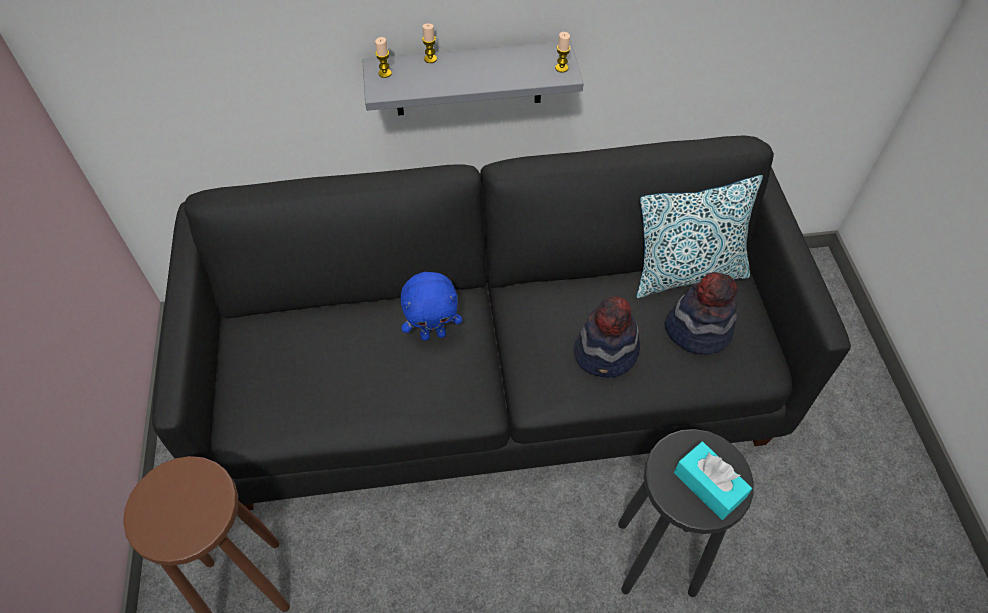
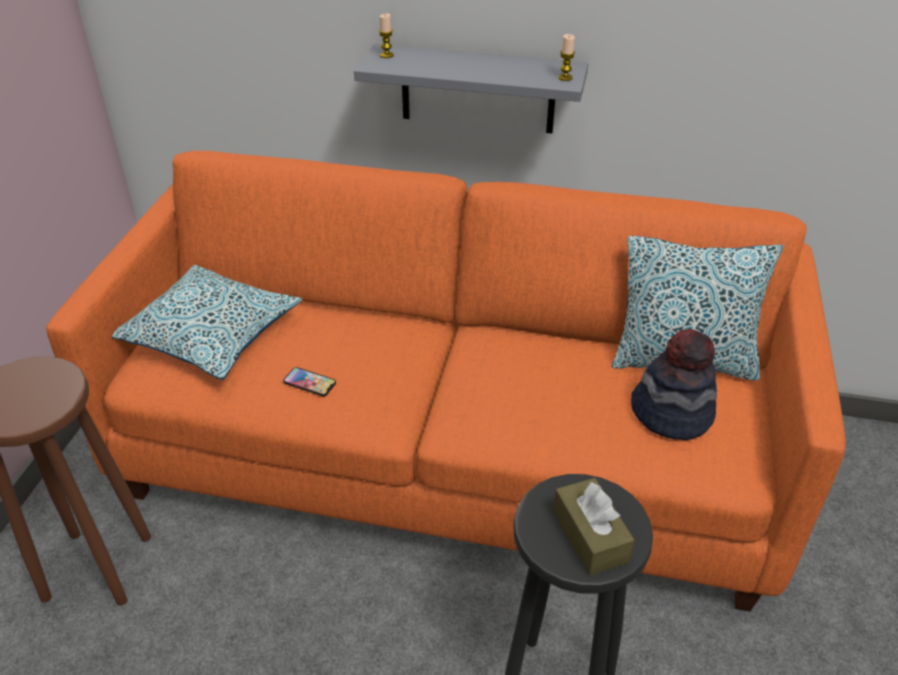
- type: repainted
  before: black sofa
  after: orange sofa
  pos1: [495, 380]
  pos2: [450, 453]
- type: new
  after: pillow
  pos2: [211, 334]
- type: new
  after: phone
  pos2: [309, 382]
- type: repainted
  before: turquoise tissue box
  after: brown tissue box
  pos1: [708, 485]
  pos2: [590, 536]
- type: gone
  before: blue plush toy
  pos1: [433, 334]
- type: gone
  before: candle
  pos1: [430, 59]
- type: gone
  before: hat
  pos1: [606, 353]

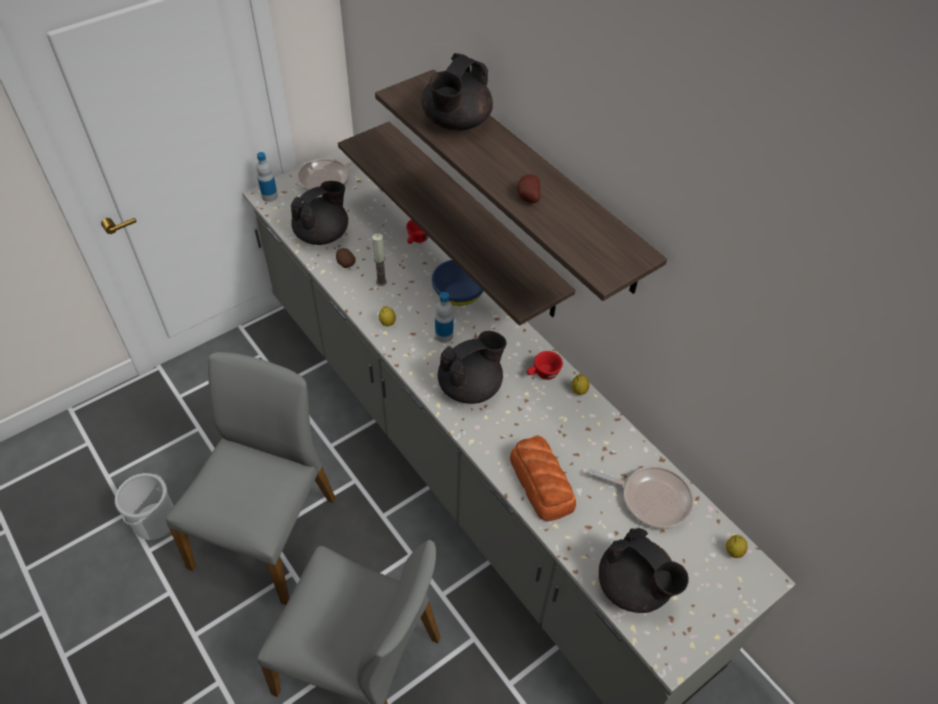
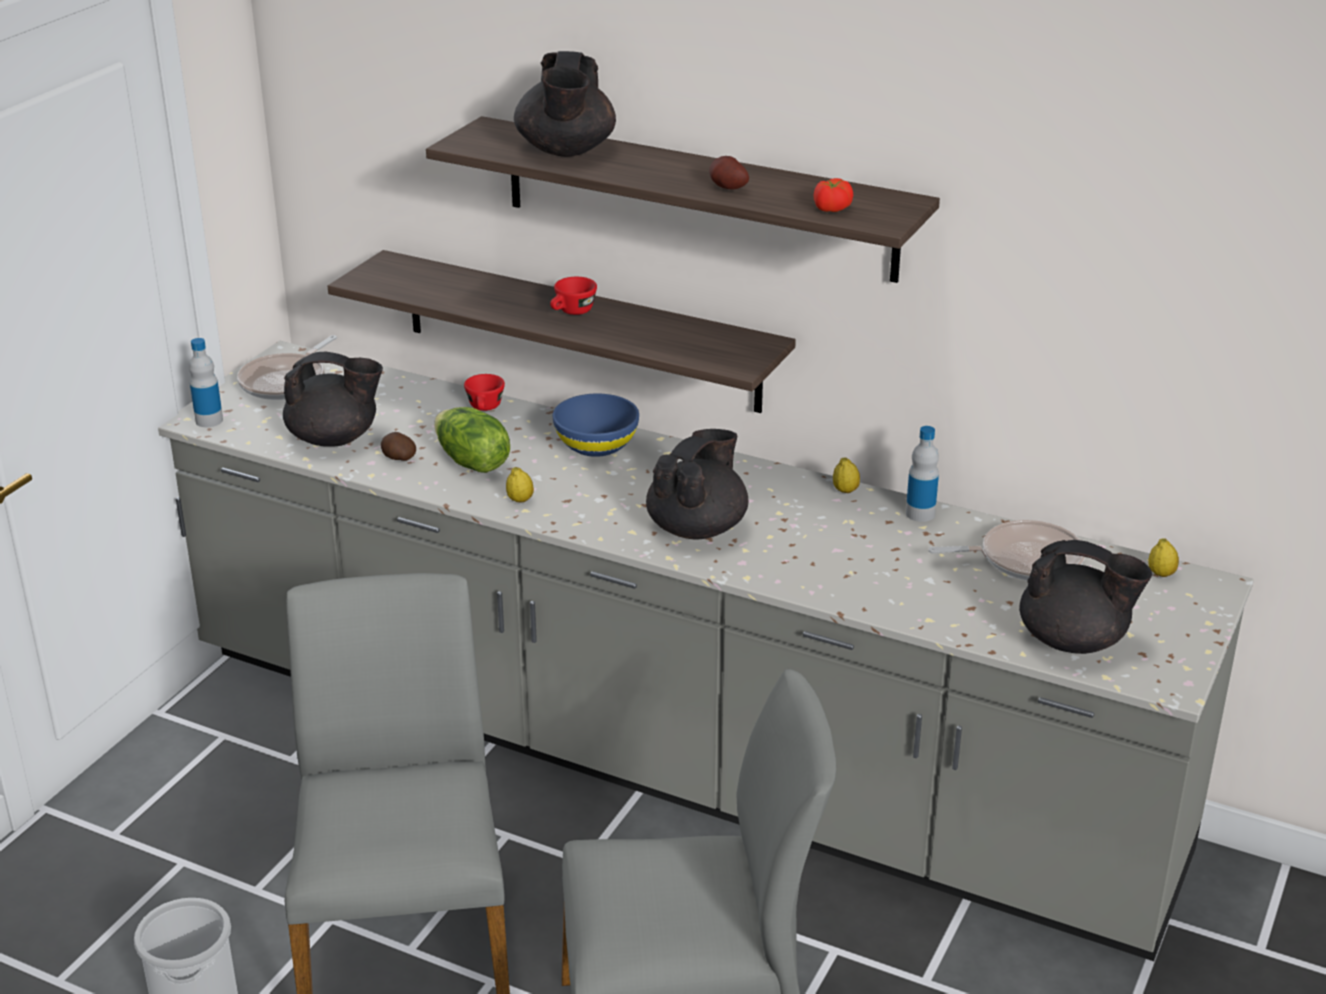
- type: rotated
  before: black teapot
  pos1: [323, 234]
  pos2: [335, 438]
  turn: 75
- type: swapped
  before: candle
  after: lettuce
  pos1: [381, 282]
  pos2: [471, 463]
- type: shifted
  before: red cup
  pos1: [543, 374]
  pos2: [572, 312]
- type: new
  after: tomato
  pos2: [831, 208]
- type: shifted
  before: bottle
  pos1: [444, 335]
  pos2: [920, 514]
- type: gone
  before: bread
  pos1: [542, 483]

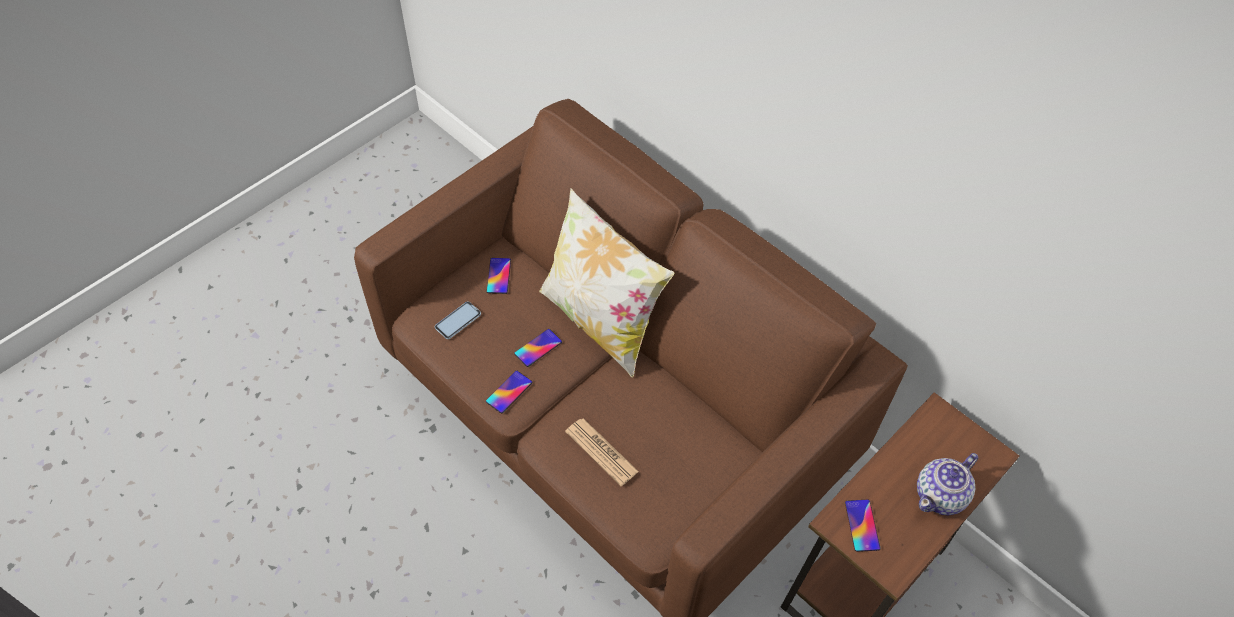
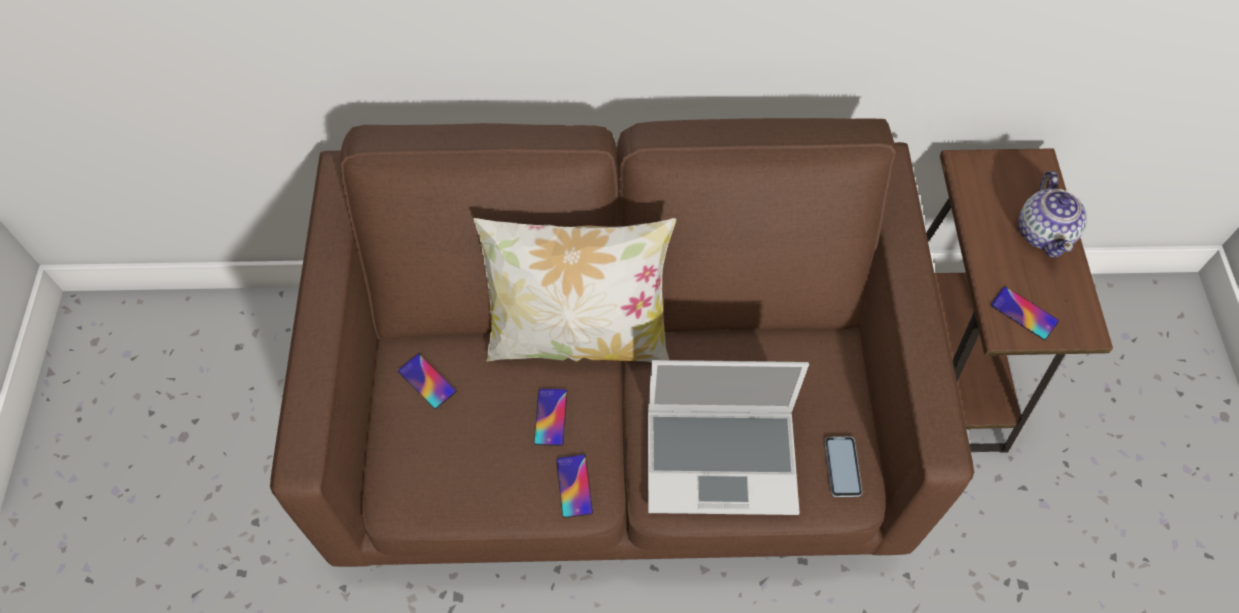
- type: swapped
  before: newspaper
  after: laptop
  pos1: [601, 452]
  pos2: [723, 459]
- type: shifted
  before: phone
  pos1: [458, 321]
  pos2: [842, 467]

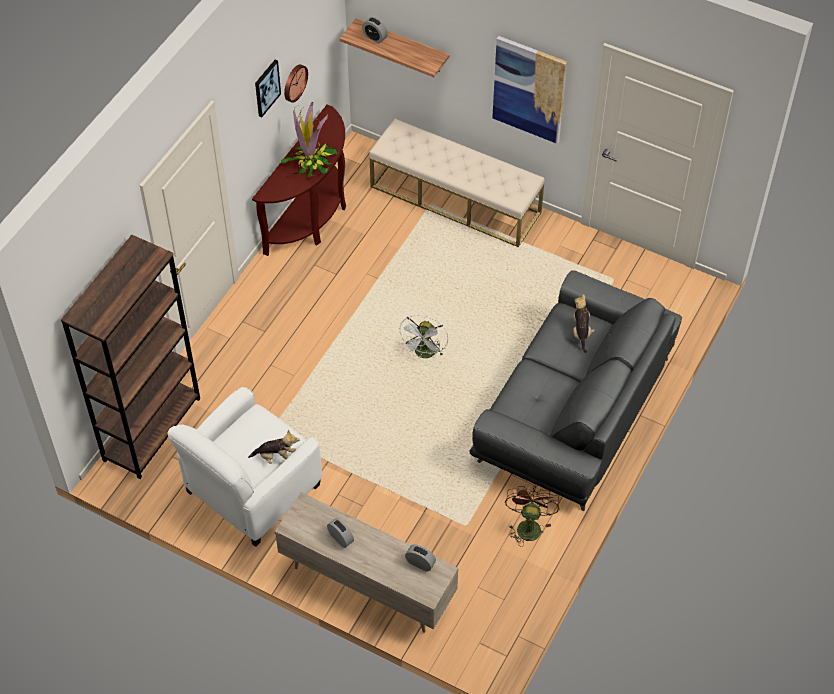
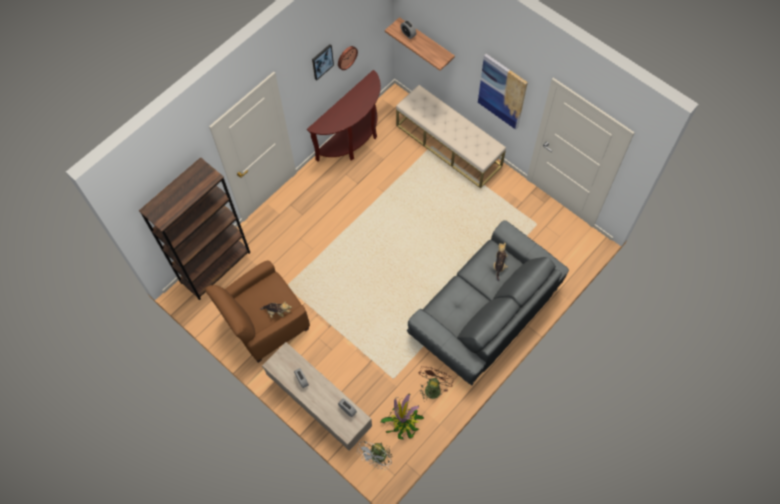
- type: repainted
  before: white armchair
  after: brown armchair
  pos1: [251, 489]
  pos2: [265, 322]
- type: shifted
  before: white fan
  pos1: [425, 354]
  pos2: [377, 458]
- type: shifted
  before: potted plant
  pos1: [311, 162]
  pos2: [403, 422]

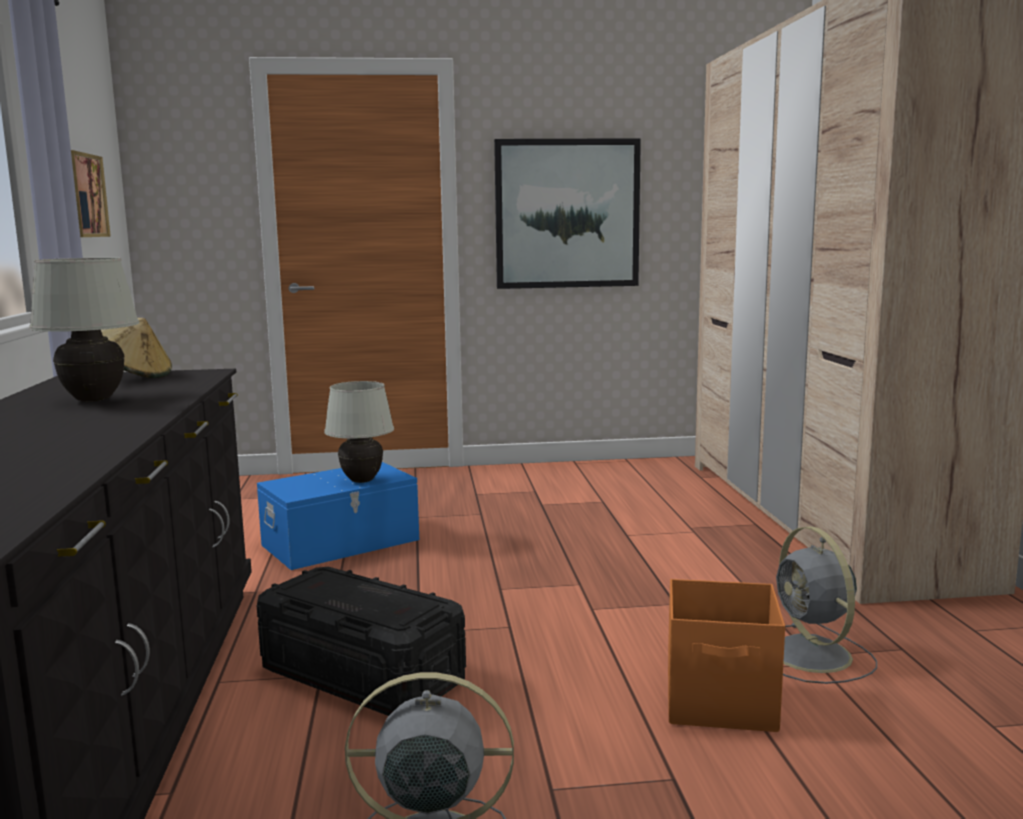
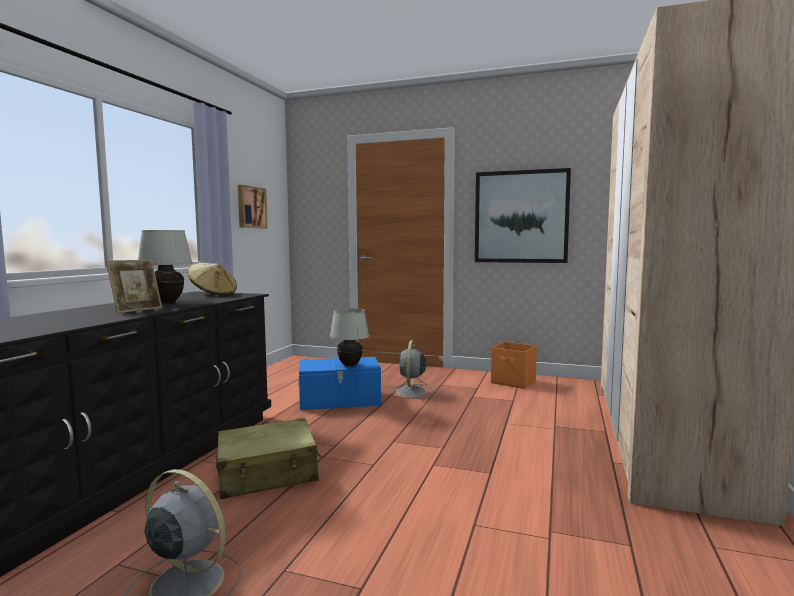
- type: new
  after: picture frame
  pos2: [136, 310]
- type: swapped
  before: black storage box
  after: beige suitcase
  pos1: [362, 675]
  pos2: [268, 473]
- type: shifted
  before: grey fan
  pos1: [813, 656]
  pos2: [411, 392]
- type: shifted
  before: orange storage box
  pos1: [722, 703]
  pos2: [513, 382]

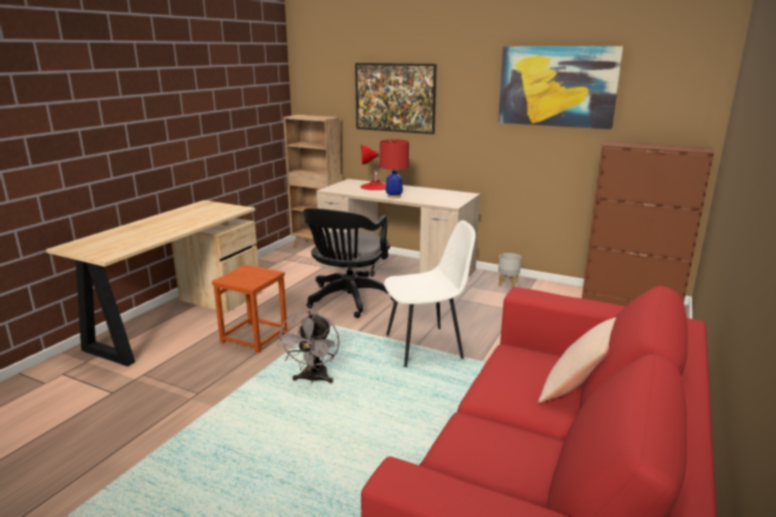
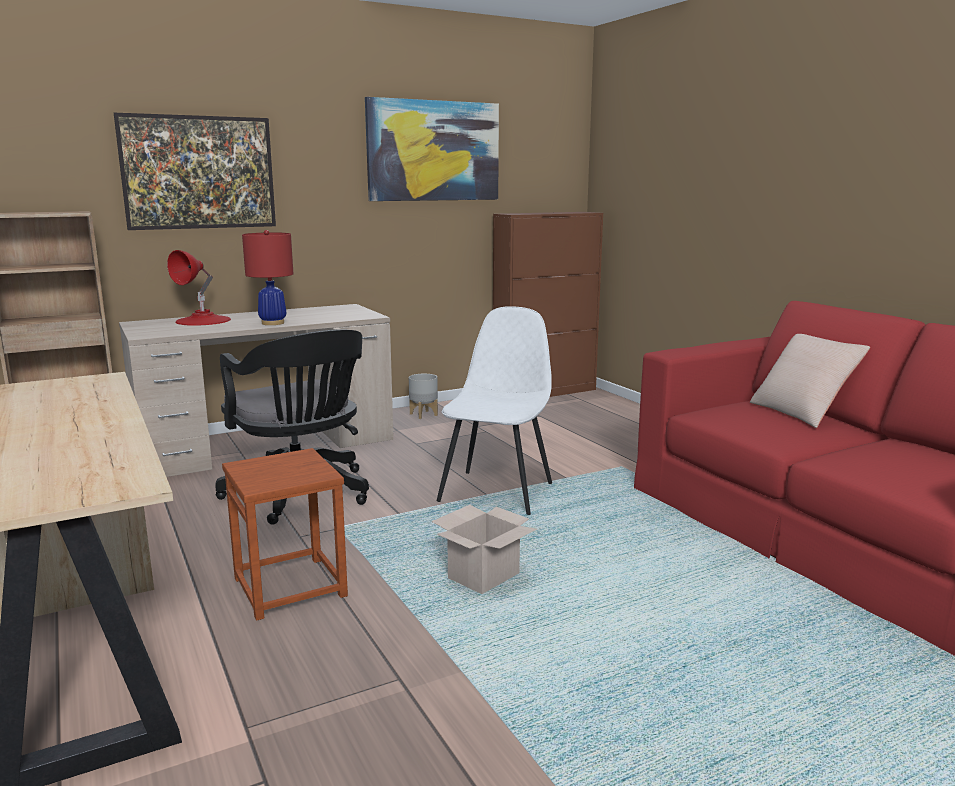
- type: swapped
  before: grey fan
  after: cardboard box
  pos1: [313, 379]
  pos2: [484, 575]

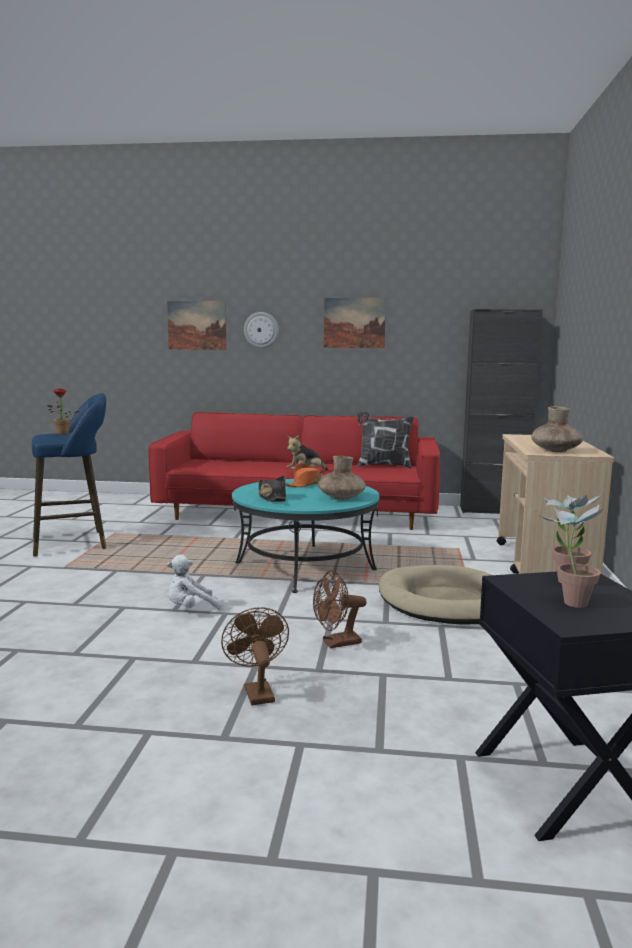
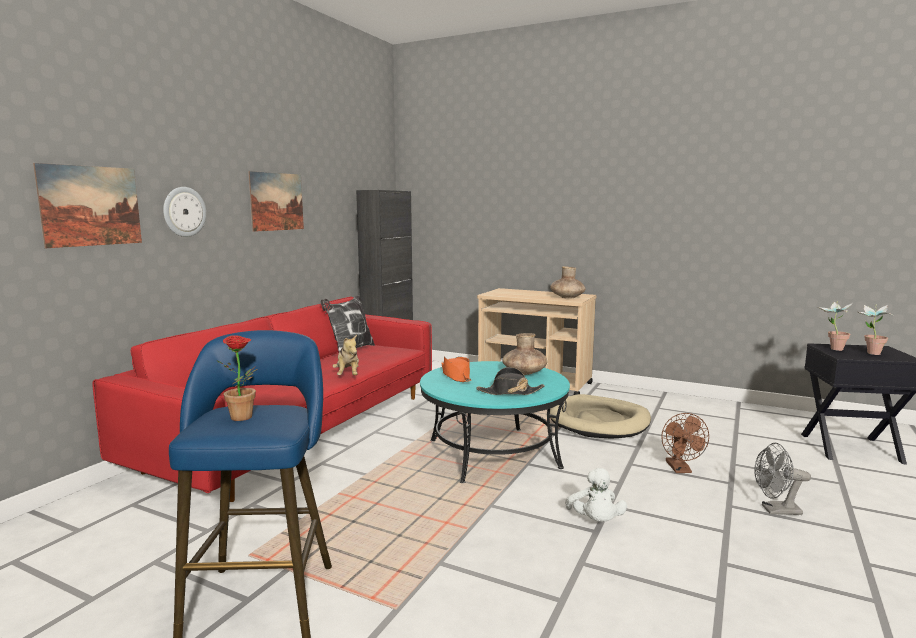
- type: repainted
  before: brown fan
  after: grey fan
  pos1: [256, 691]
  pos2: [776, 510]

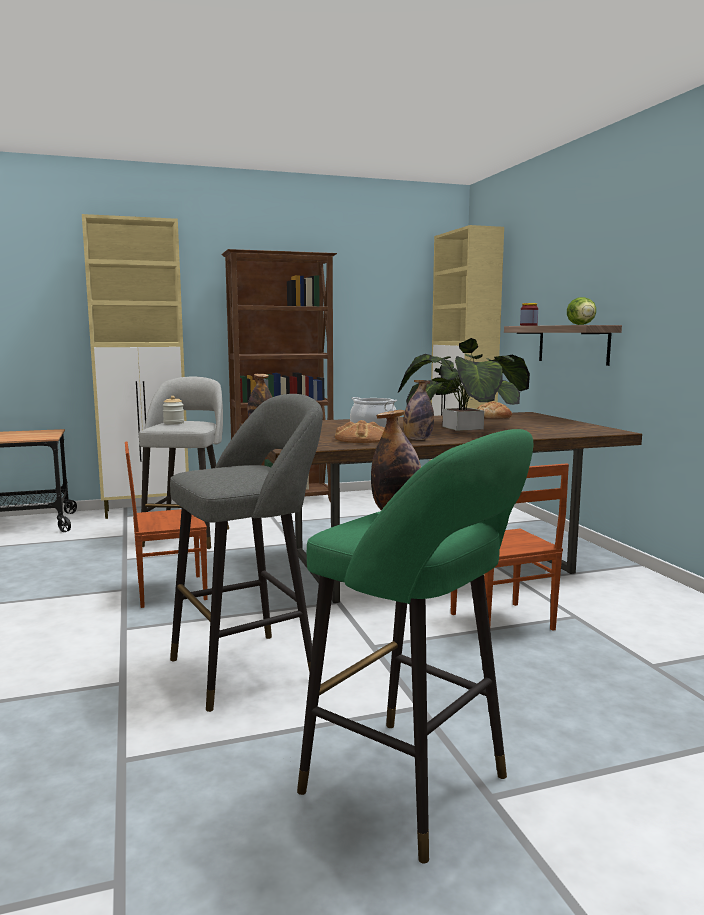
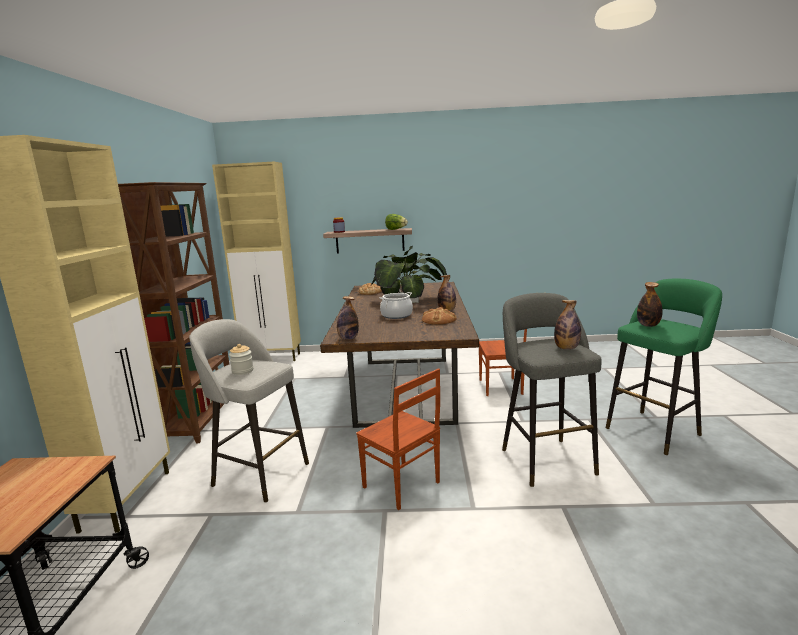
- type: rotated
  before: brown chair
  pos1: [170, 590]
  pos2: [401, 486]
  turn: -45
- type: new
  after: bottle
  pos2: [566, 348]

